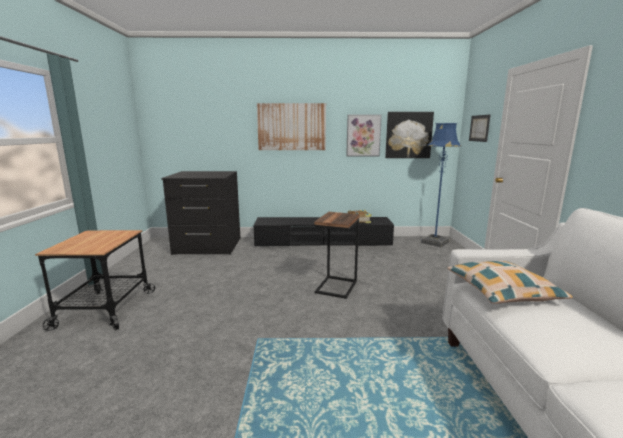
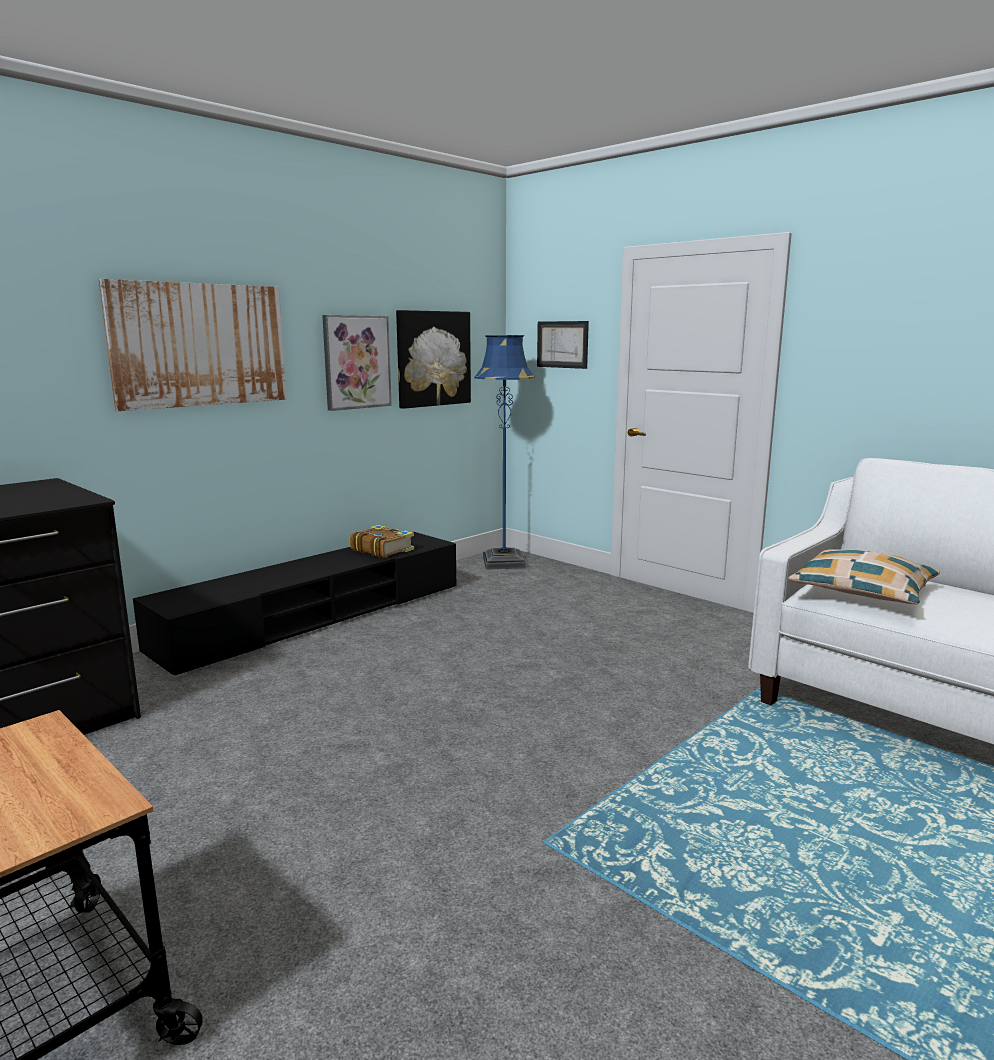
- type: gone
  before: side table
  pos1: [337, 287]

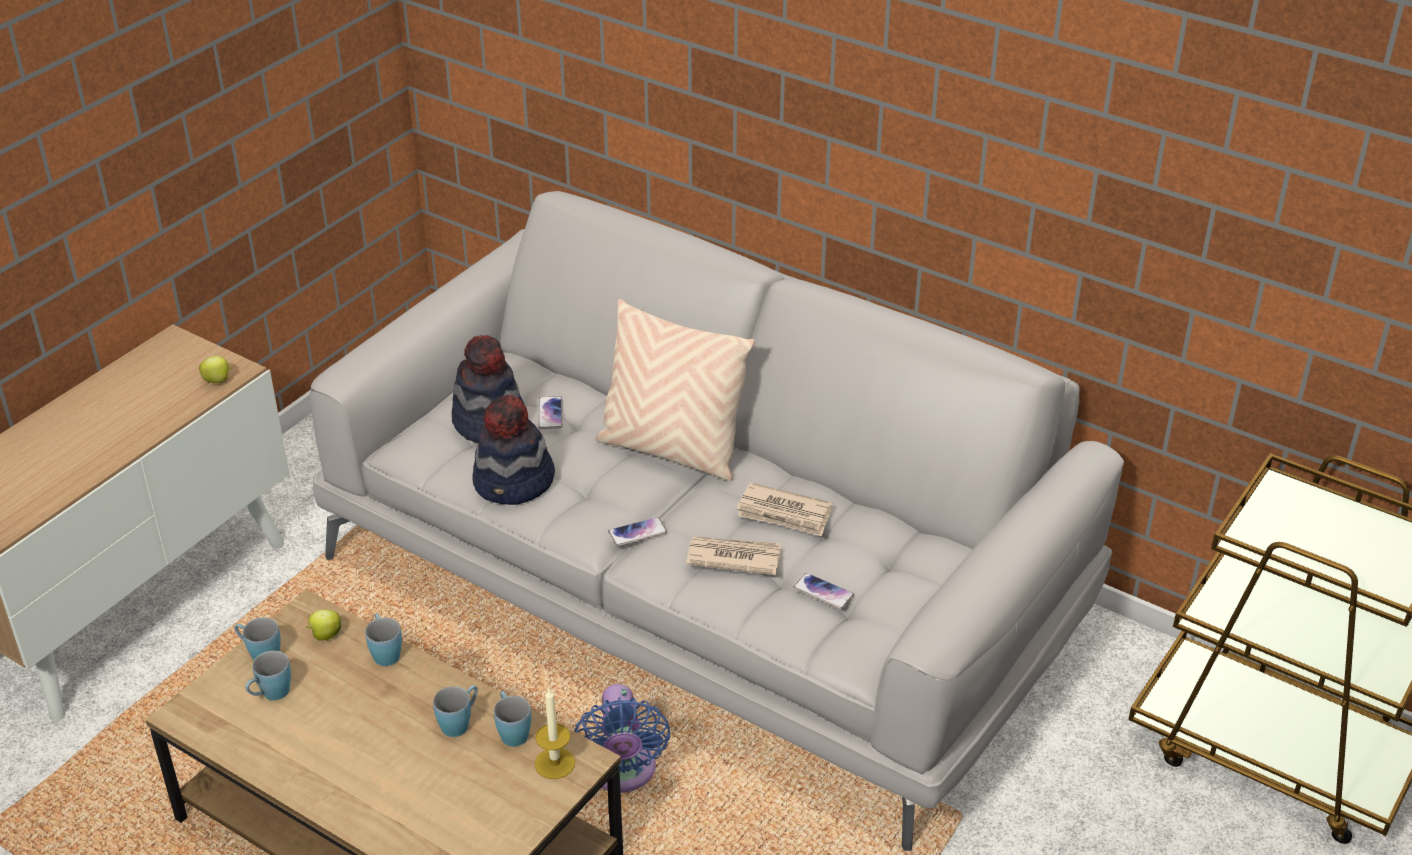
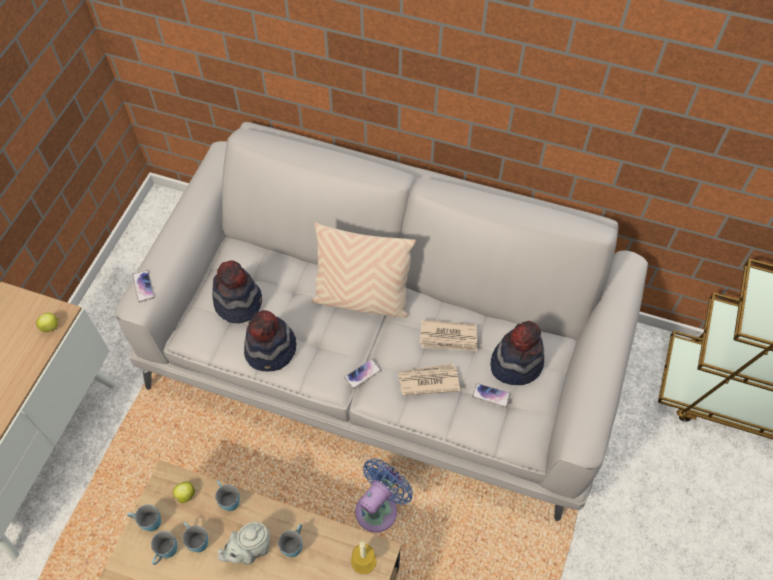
- type: shifted
  before: phone
  pos1: [550, 413]
  pos2: [143, 286]
- type: shifted
  before: blue mug
  pos1: [512, 731]
  pos2: [196, 540]
- type: new
  after: grey teapot
  pos2: [250, 550]
- type: rotated
  before: blue fan
  pos1: [621, 774]
  pos2: [379, 507]
  turn: -120
- type: new
  after: hat
  pos2: [515, 363]

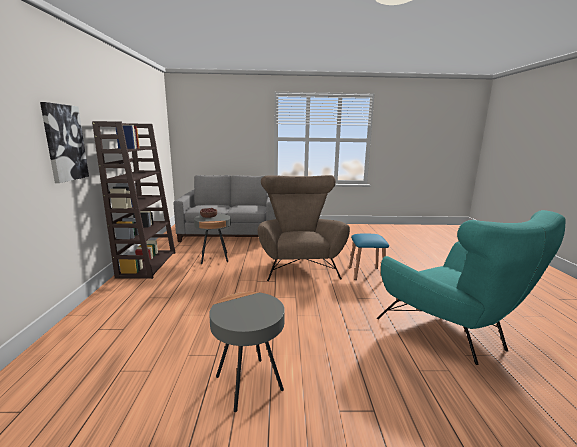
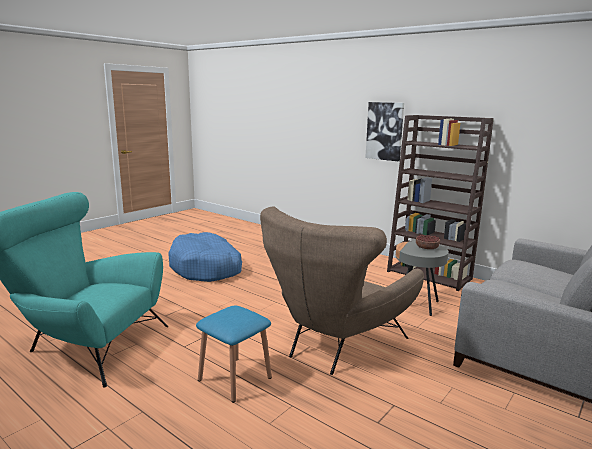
- type: swapped
  before: grey side table
  after: blue dog bed
  pos1: [249, 383]
  pos2: [206, 268]
- type: rotated
  before: brown armchair
  pos1: [299, 264]
  pos2: [334, 346]
  turn: 90

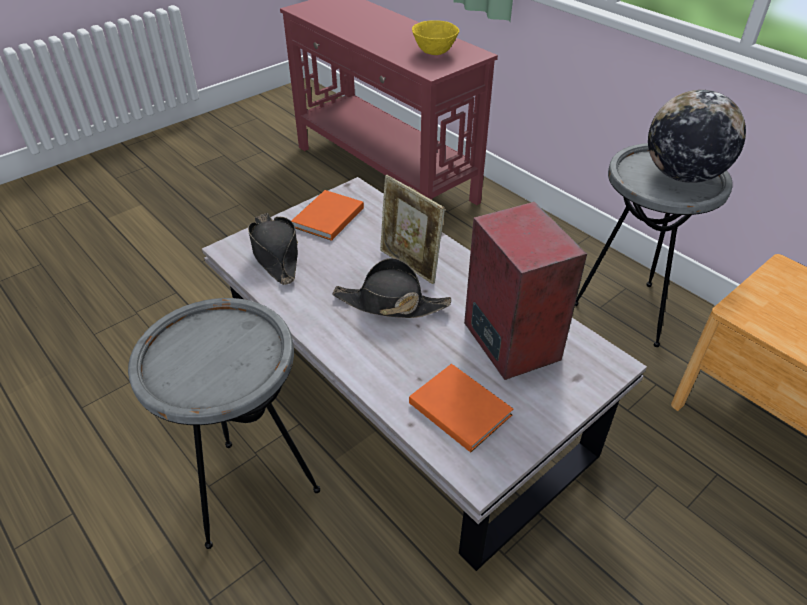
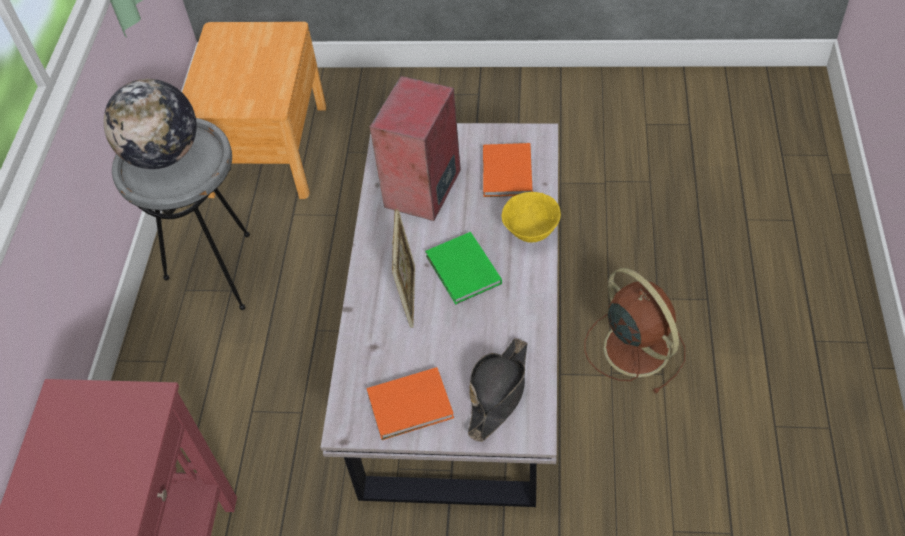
- type: swapped
  before: black hat
  after: green book
  pos1: [390, 303]
  pos2: [463, 271]
- type: shifted
  before: yellow bowl
  pos1: [434, 52]
  pos2: [530, 232]
- type: swapped
  before: grey side table
  after: brown fan
  pos1: [252, 491]
  pos2: [634, 346]

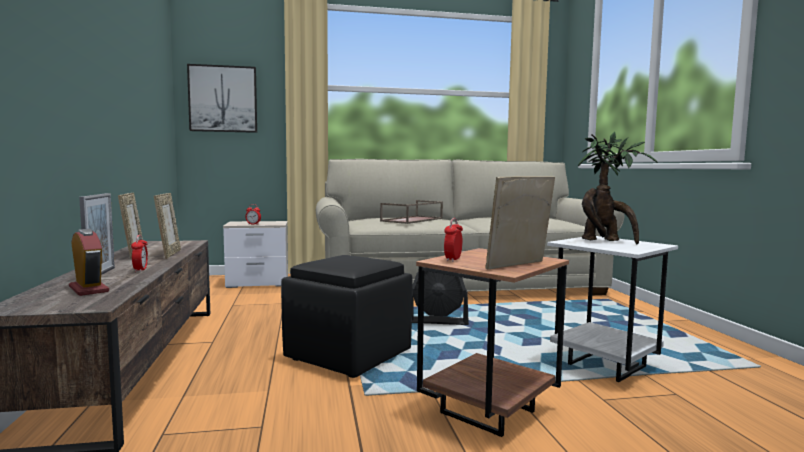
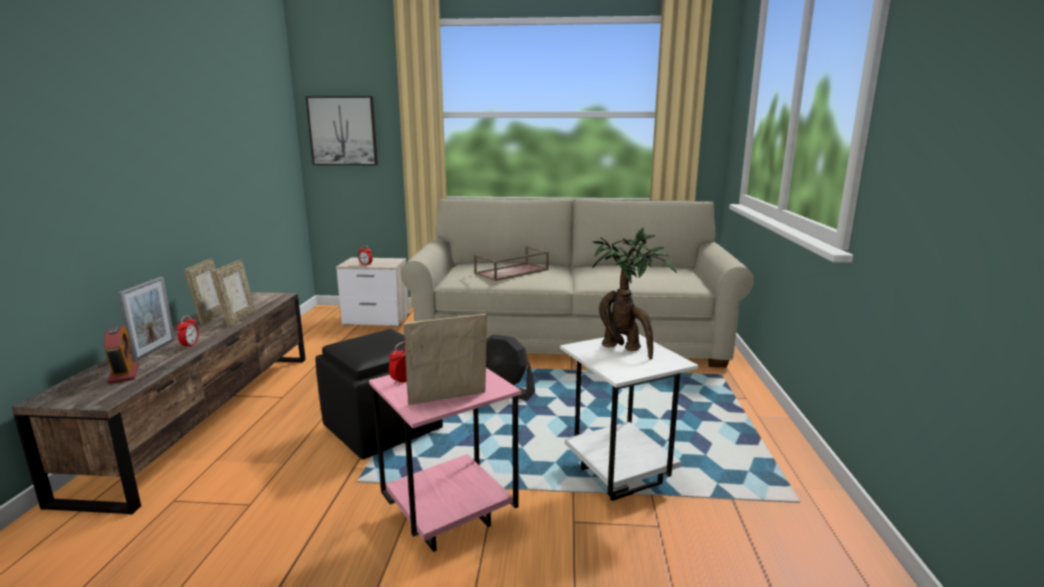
- type: repainted
  before: brown side table
  after: pink side table
  pos1: [490, 412]
  pos2: [449, 520]

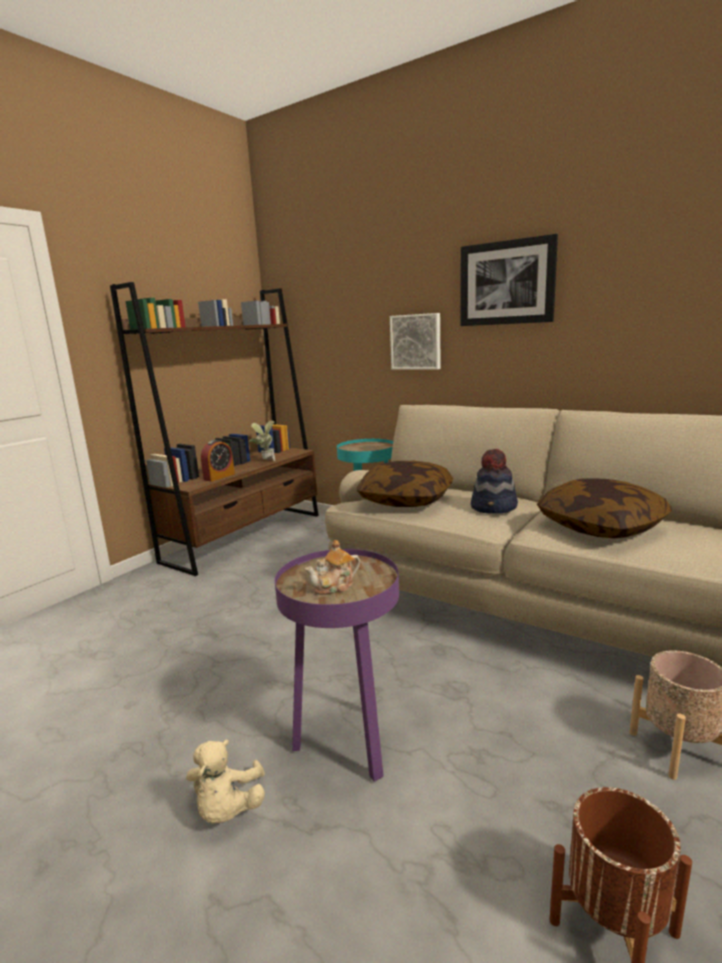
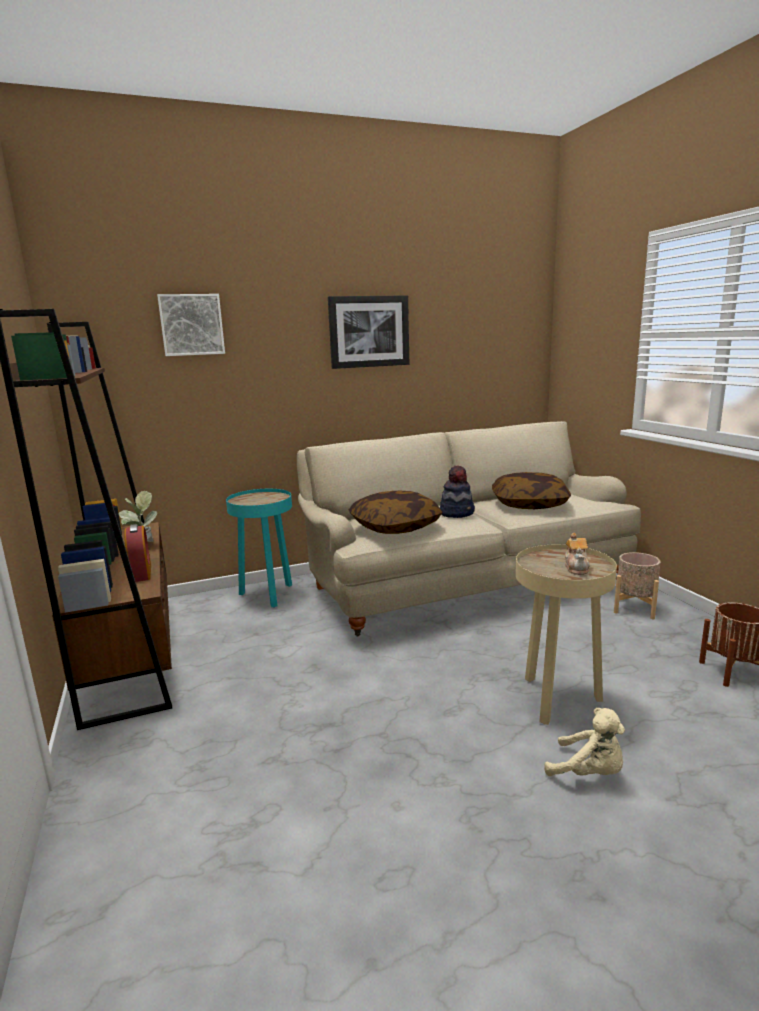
- type: shifted
  before: picture
  pos1: [416, 342]
  pos2: [191, 325]
- type: repainted
  before: purple side table
  after: beige side table
  pos1: [348, 745]
  pos2: [557, 700]

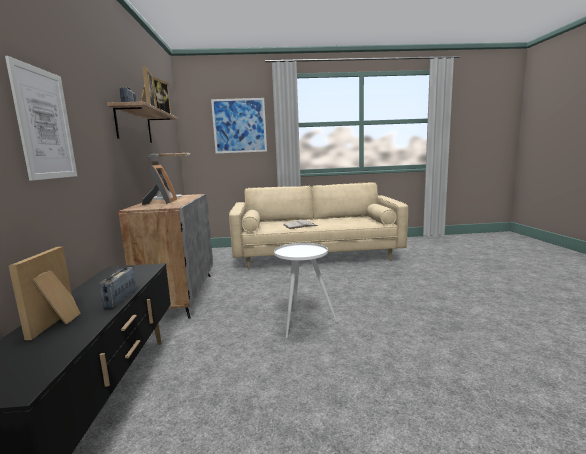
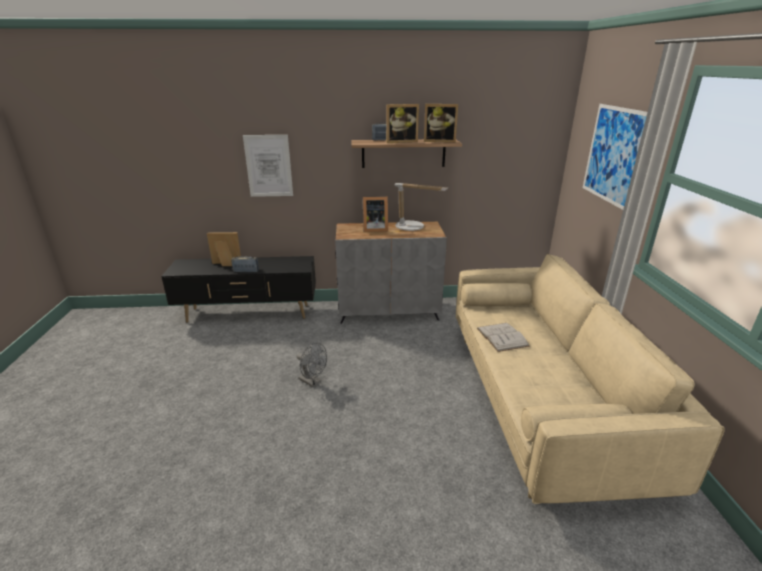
- type: swapped
  before: white side table
  after: grey fan
  pos1: [303, 323]
  pos2: [312, 381]

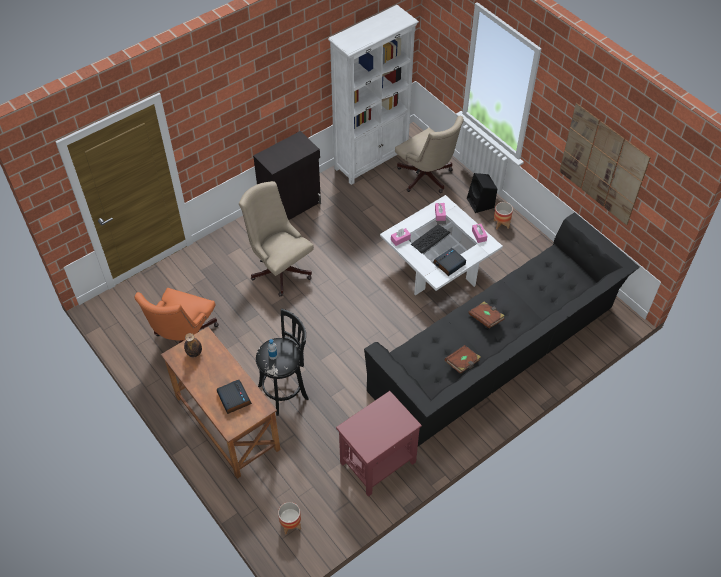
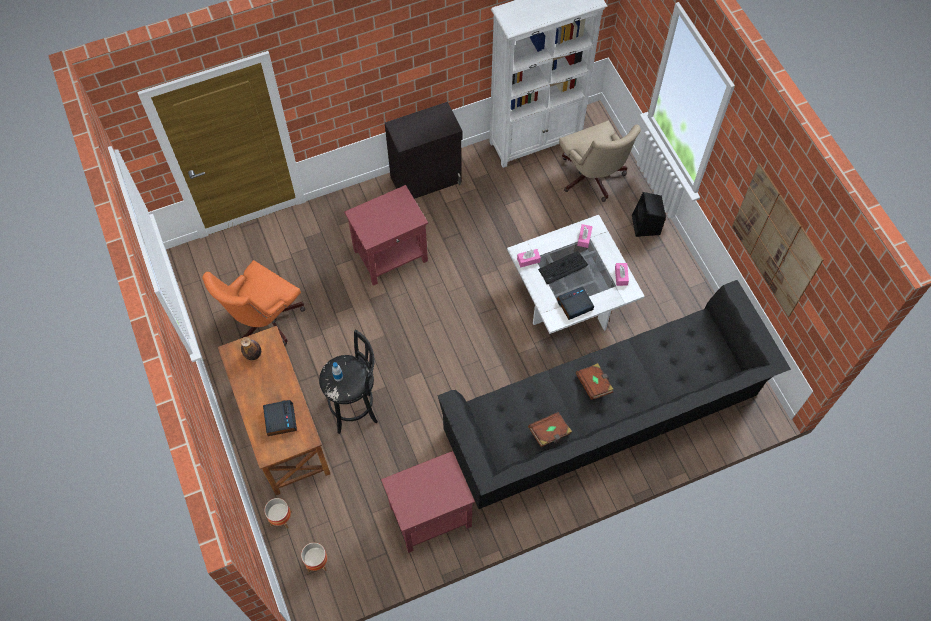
- type: shifted
  before: planter
  pos1: [501, 224]
  pos2: [281, 518]
- type: swapped
  before: beige office chair
  after: red side table
  pos1: [279, 268]
  pos2: [391, 256]

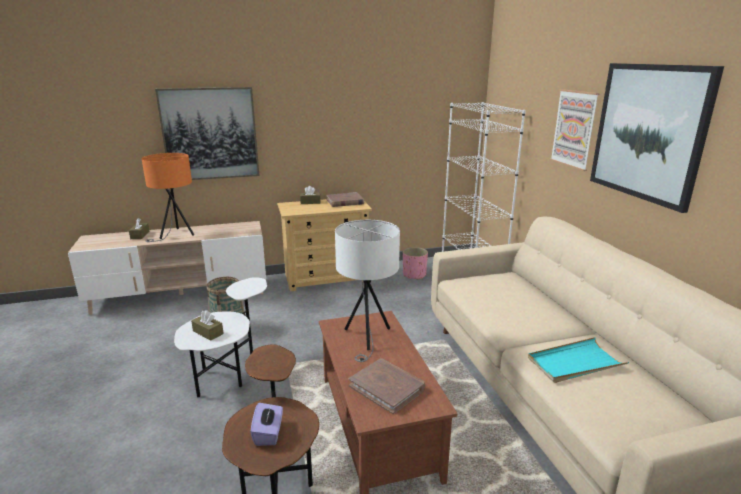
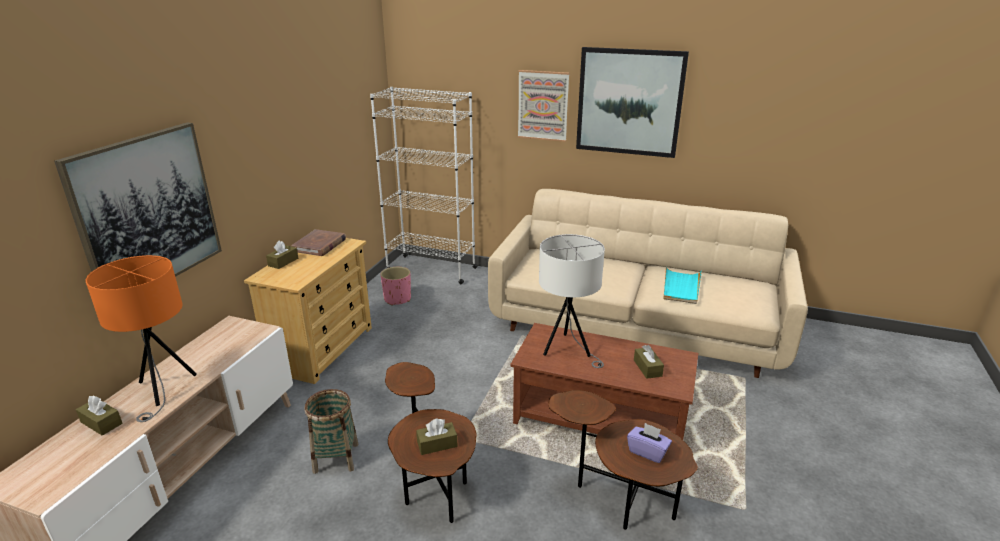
- type: repainted
  before: white side table
  after: brown side table
  pos1: [229, 372]
  pos2: [430, 484]
- type: swapped
  before: brown book
  after: brown tissue box
  pos1: [387, 387]
  pos2: [647, 368]

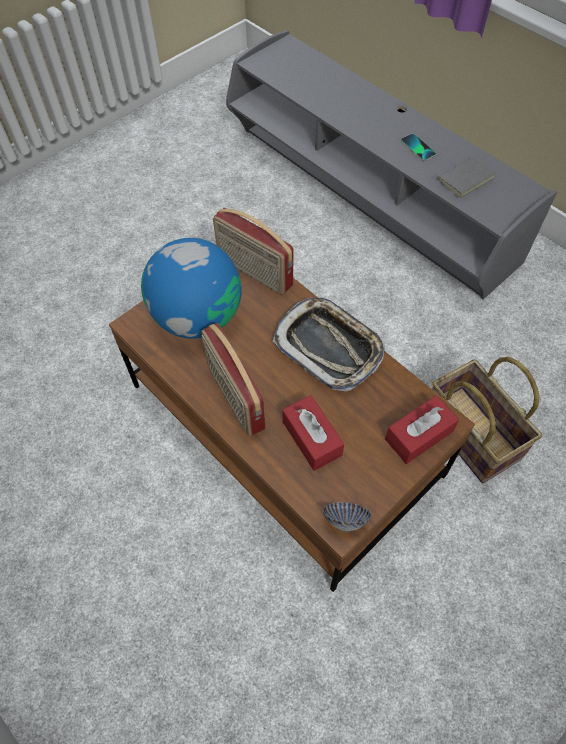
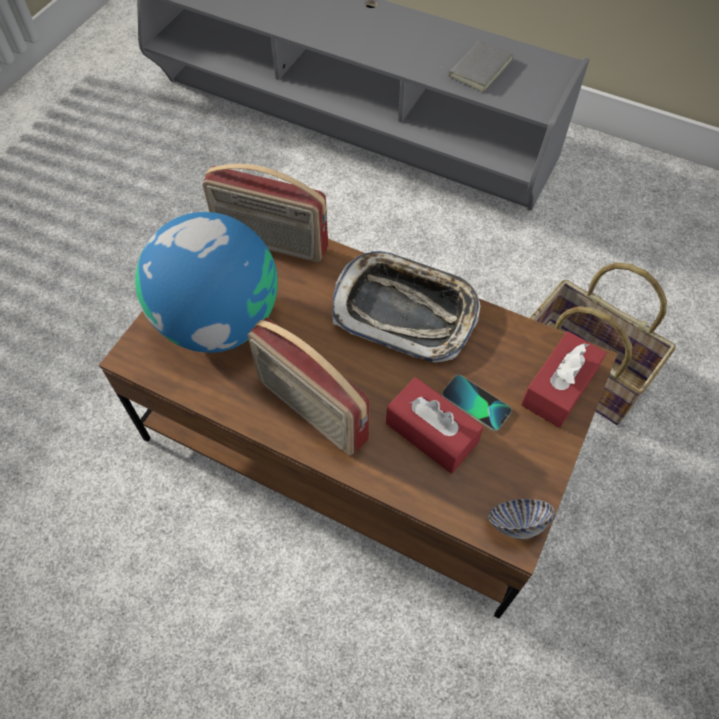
- type: shifted
  before: phone
  pos1: [418, 148]
  pos2: [476, 403]

